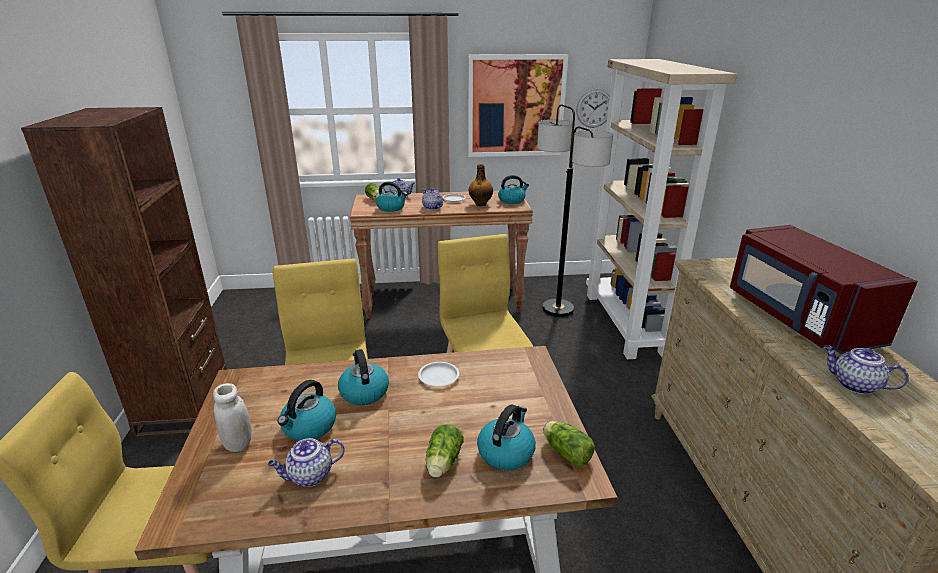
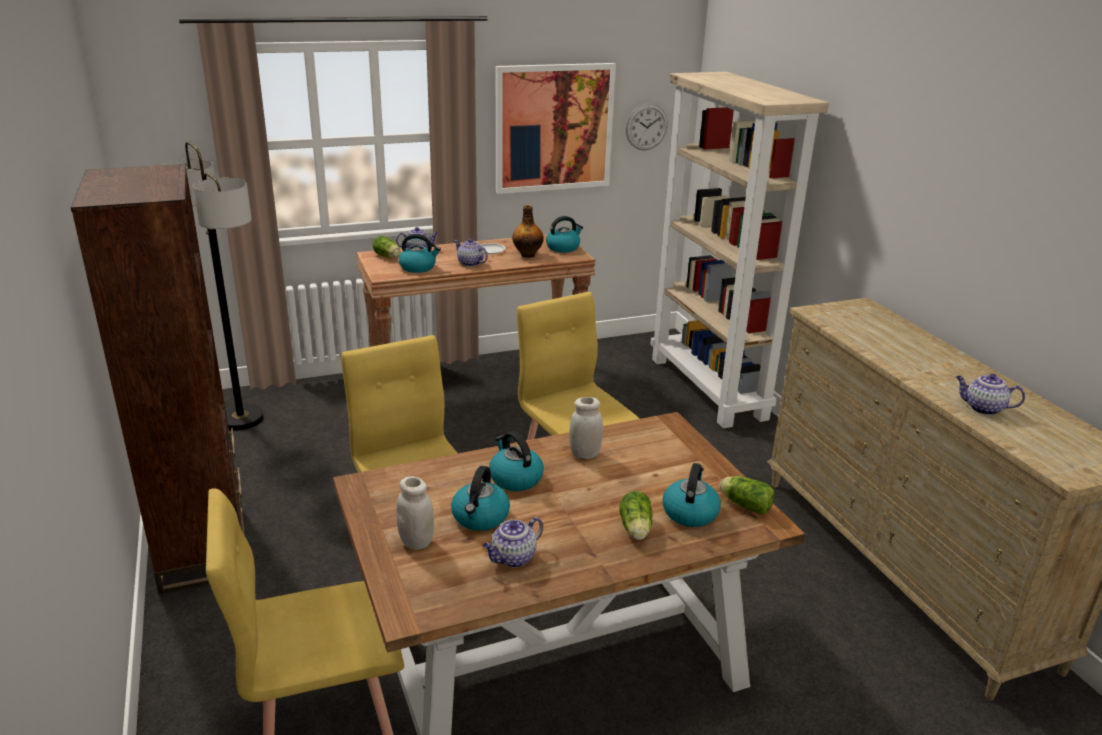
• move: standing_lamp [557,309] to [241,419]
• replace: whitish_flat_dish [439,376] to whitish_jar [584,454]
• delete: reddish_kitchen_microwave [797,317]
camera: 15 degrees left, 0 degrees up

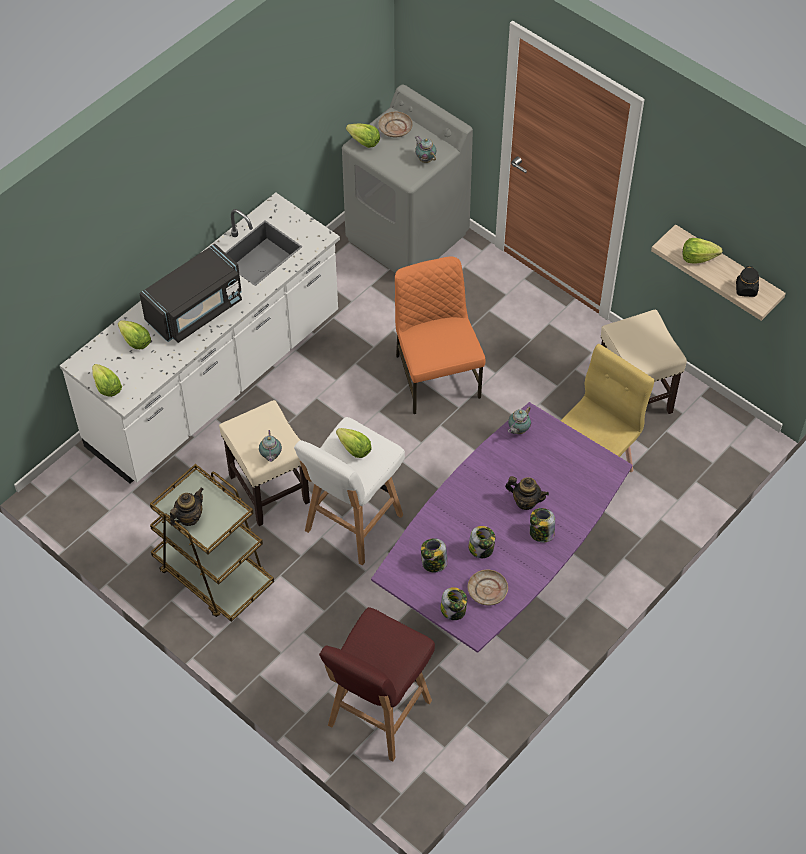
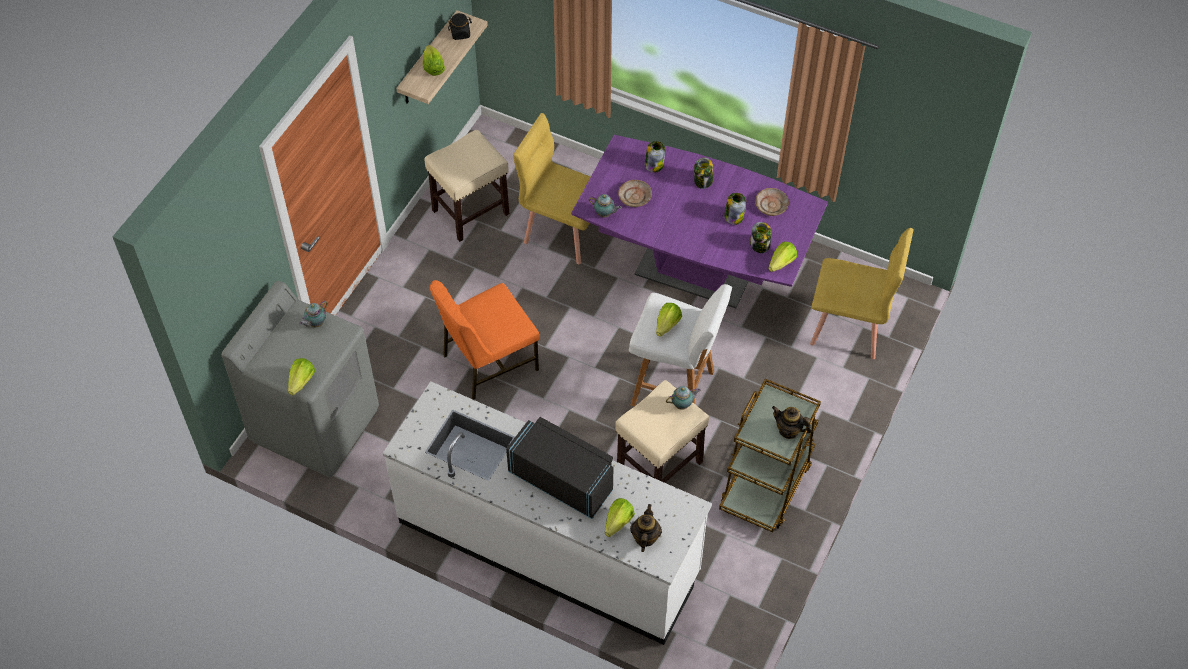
• move: sand-coloured_flat_dish [395,128] to [635,197]
• move: pot_for_tea [526,501] to [645,537]
• move: jar [453,610] to [654,165]
• move: lettuce [107,387] to [781,263]
• replace: reddish_stool_seat [378,715] to yellow_chair [849,327]
camera: 105 degrees left, 0 degrees up

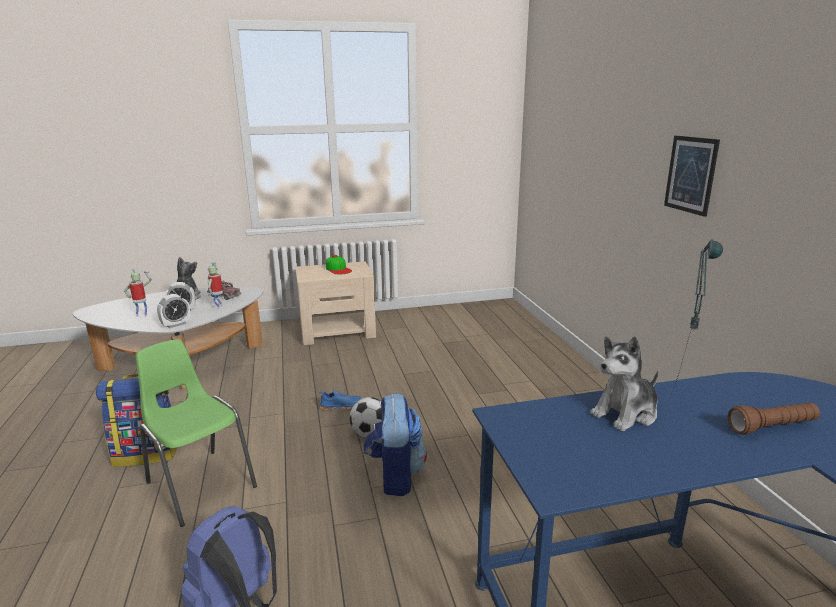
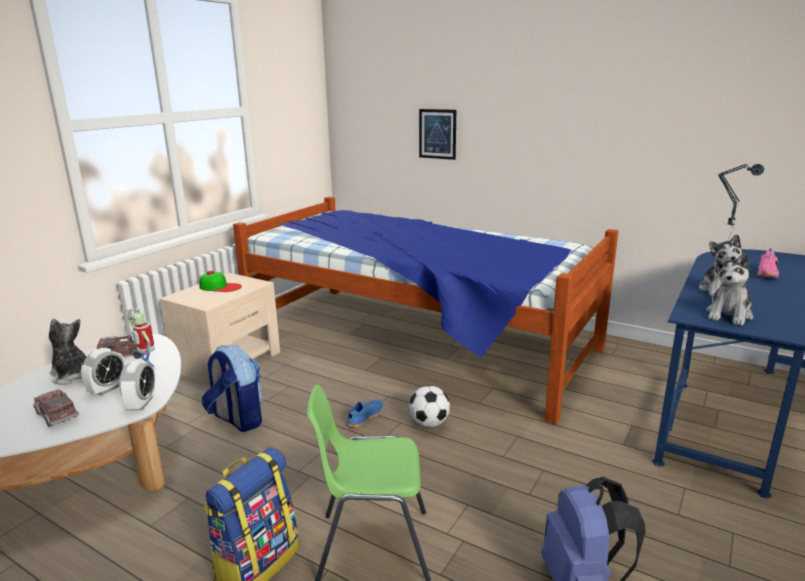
• replace: robot_figure [142,315] to toy_truck [57,415]
• move: rucksack [395,476] to [237,419]
• insert: bed [417,342]
• move: wall_picture [690,174] to [437,134]
• insert: plush_toy [729,315]
• replace: brown_torch [772,427] to pink_item_of_footwear [767,274]
camera: 45 degrees left, 0 degrees up

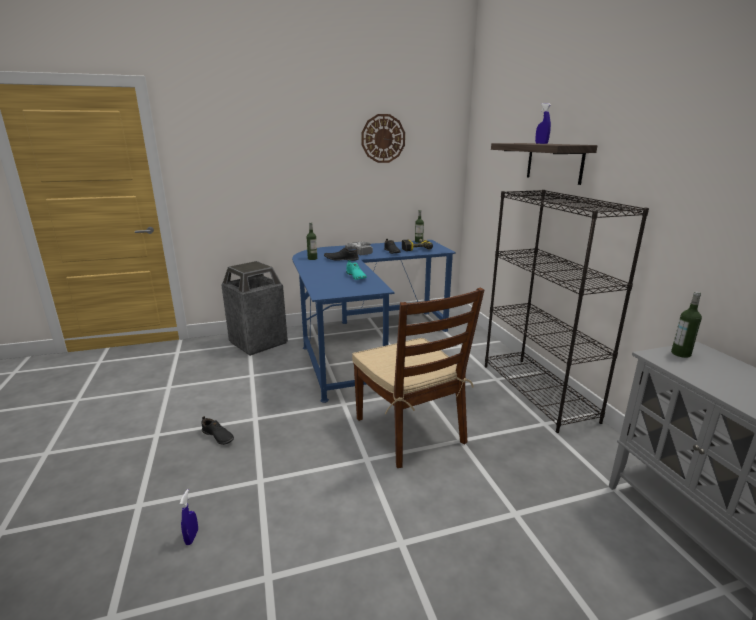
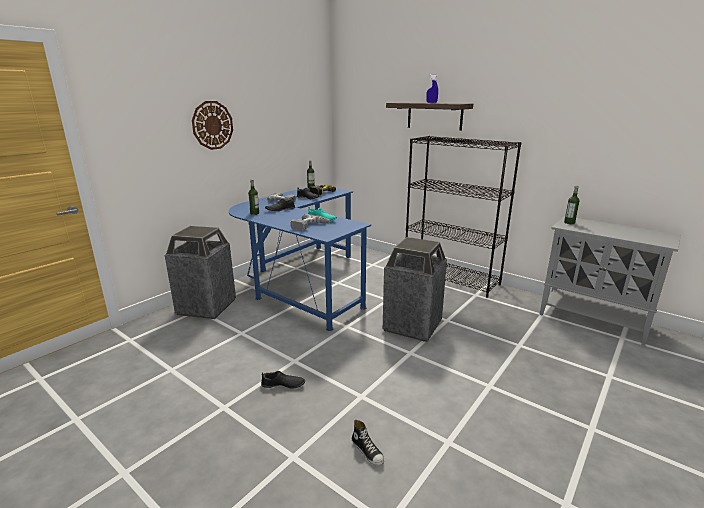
• move: wall_clock [383,138] to [212,125]
• insert: power_drill [310,226]
• replace: bluish_sprayer [192,537] to item_of_footwear [367,451]
• replace: brown_chair [410,430] to waste_bin [412,326]
camera: 35 degrees left, 0 degrees up

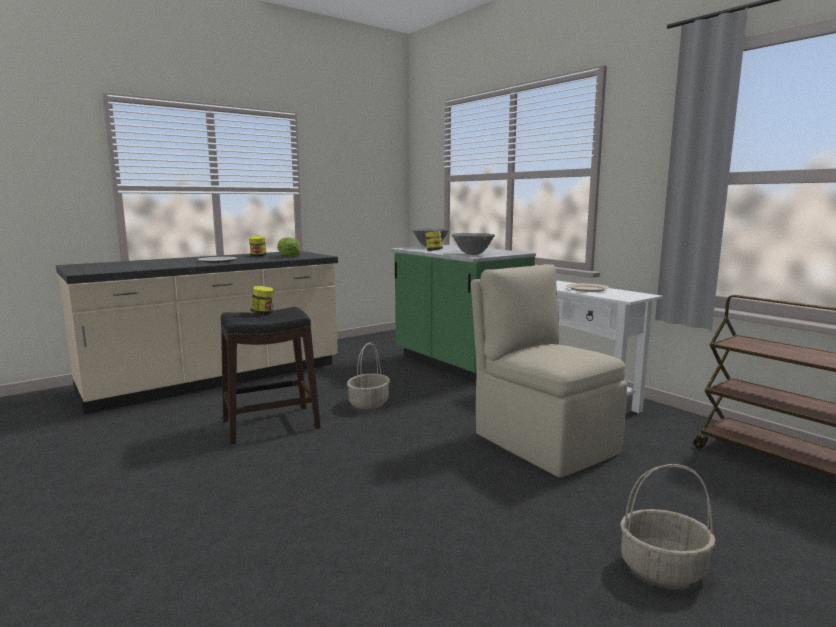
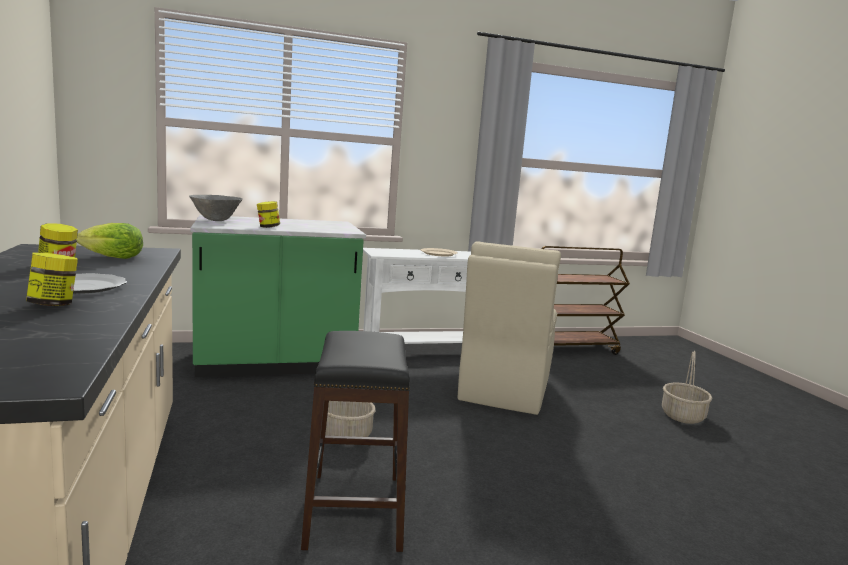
• move: jar [263,313] to [53,305]
• rotate: sand-coloured_chair [542,442] = [503,391] 60 degrees counterclockwise
• delete: grey_deep_dish [473,254]
camera: 70 degrees left, 0 degrees up

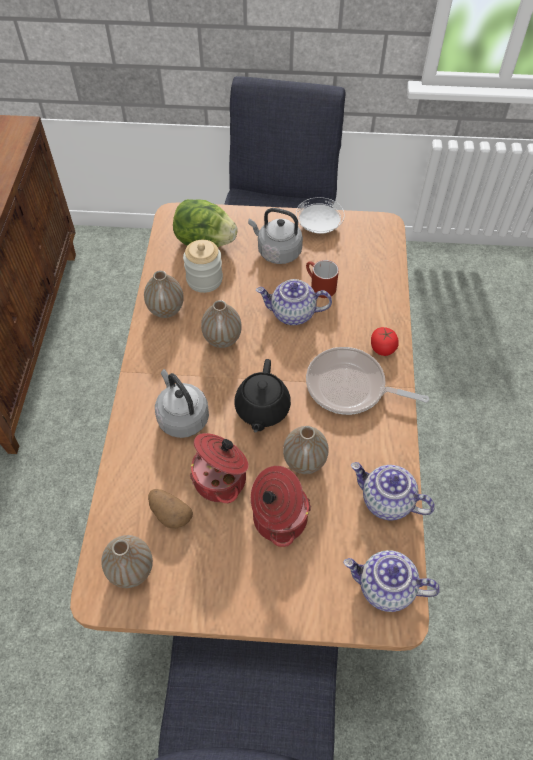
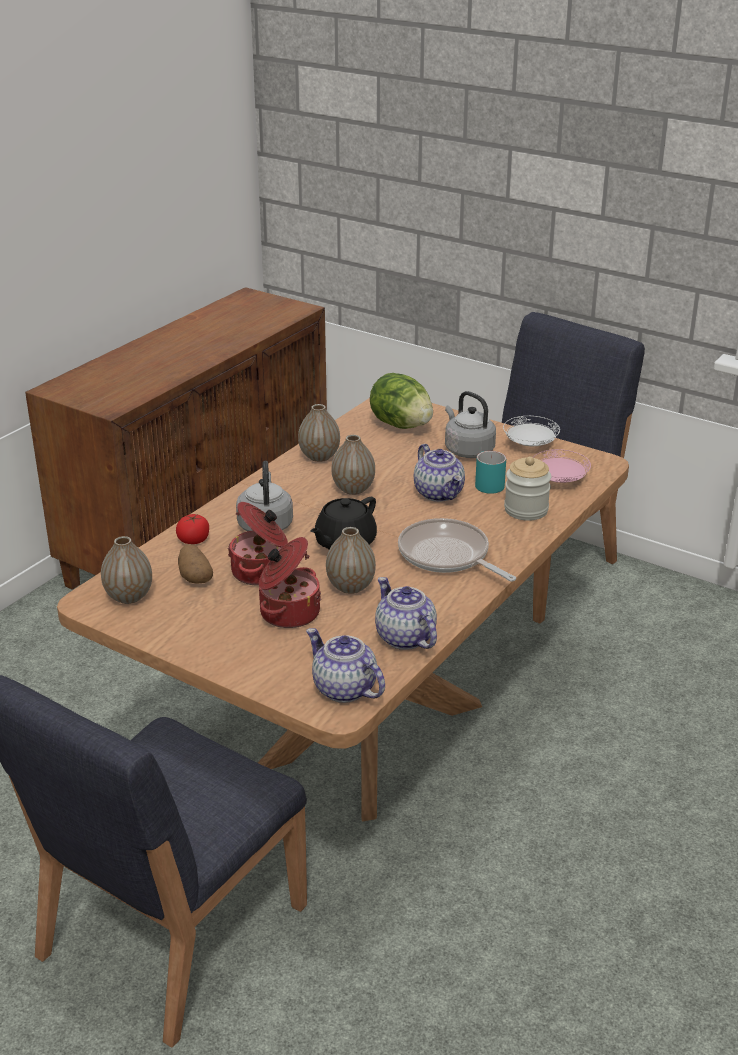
• move: whole_tomato [383,347] to [193,539]
• rotate: pot_for_tea [292,314] = [439,493] 150 degrees counterclockwise
• recolor: reddish_tea_mug [319,286] to blue-green_tea_mug [486,483]
• move: jar [204,279] to [526,510]
• insert: pink_flat_dish [559,480]
camera: 30 degrees right, 25 degrees down

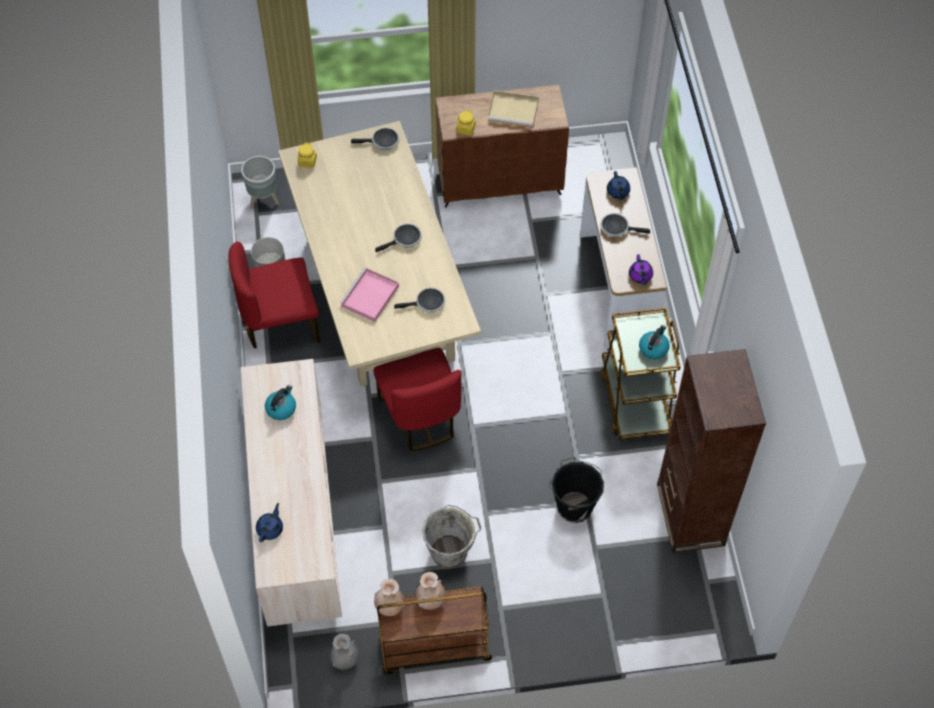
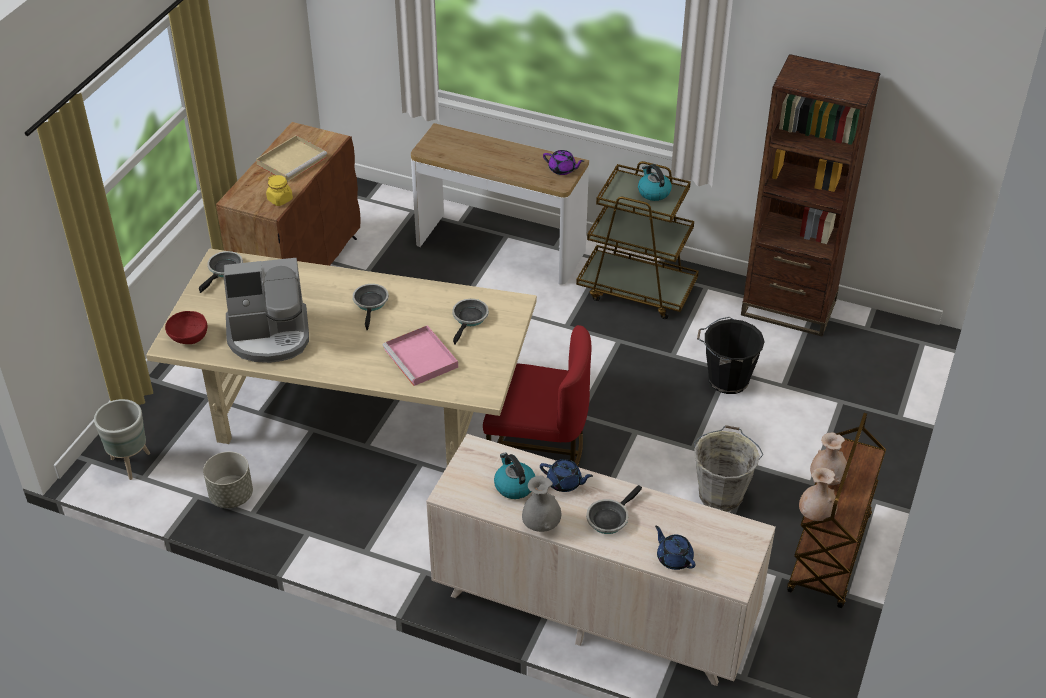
• replace: yellow_jar [307,161] to reddish_deep_dish [188,337]
• insert: coffee_brewer [269,336]
• move: grey_vase [345,659] to [541,525]
• move: bluish_pot_for_tea [618,192] to [565,483]
• move: frying_pan [617,228] to [609,518]
• delete: reddish_chair [280,323]
camera: 60 degrees left, 15 degrees down

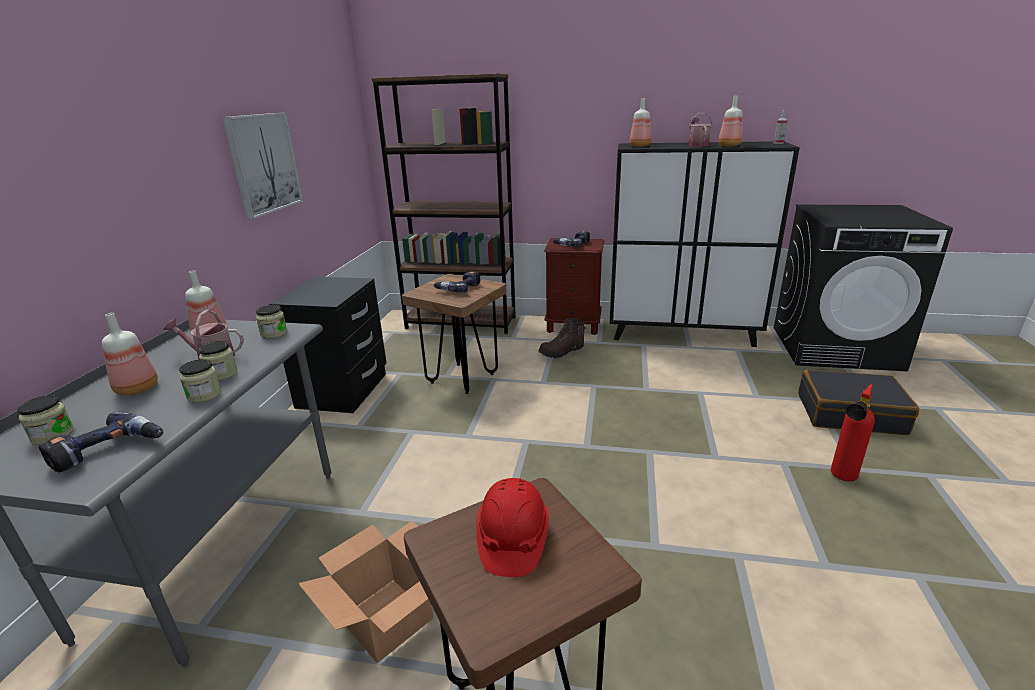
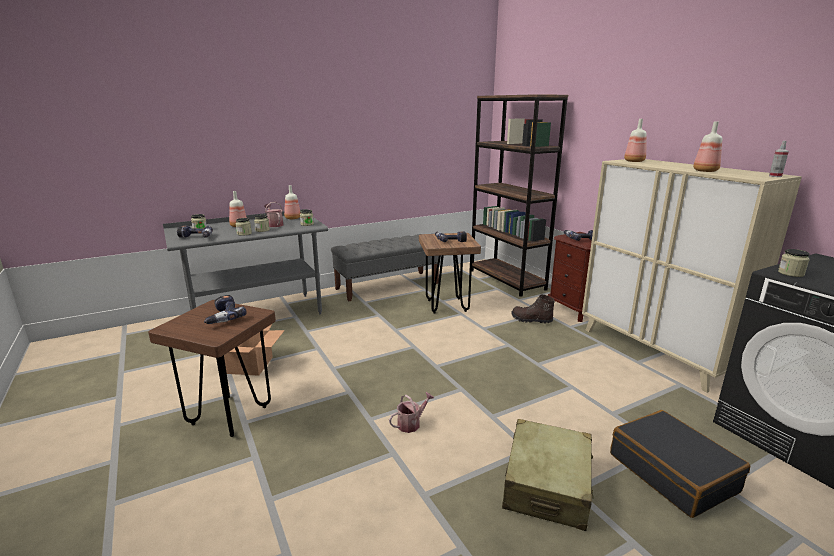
• replace: reddish_safety_helmet [512,540] to power_drill [222,317]
• replace: black-coloured_night_table [344,391] to grey_indoor_bench [388,286]
• move: sprinkling_can [697,145] to [411,423]
• replace: extinguisher [841,479] to sand-coloured_piece_of_luggage [547,485]
• recolor: black-coloured_cabinet [682,334] to sand-coloured_cabinet [654,352]
• insert: jar [790,273]
• delete: wall_picture [264,163]
camera: 50 degrees right, 5 degrees down

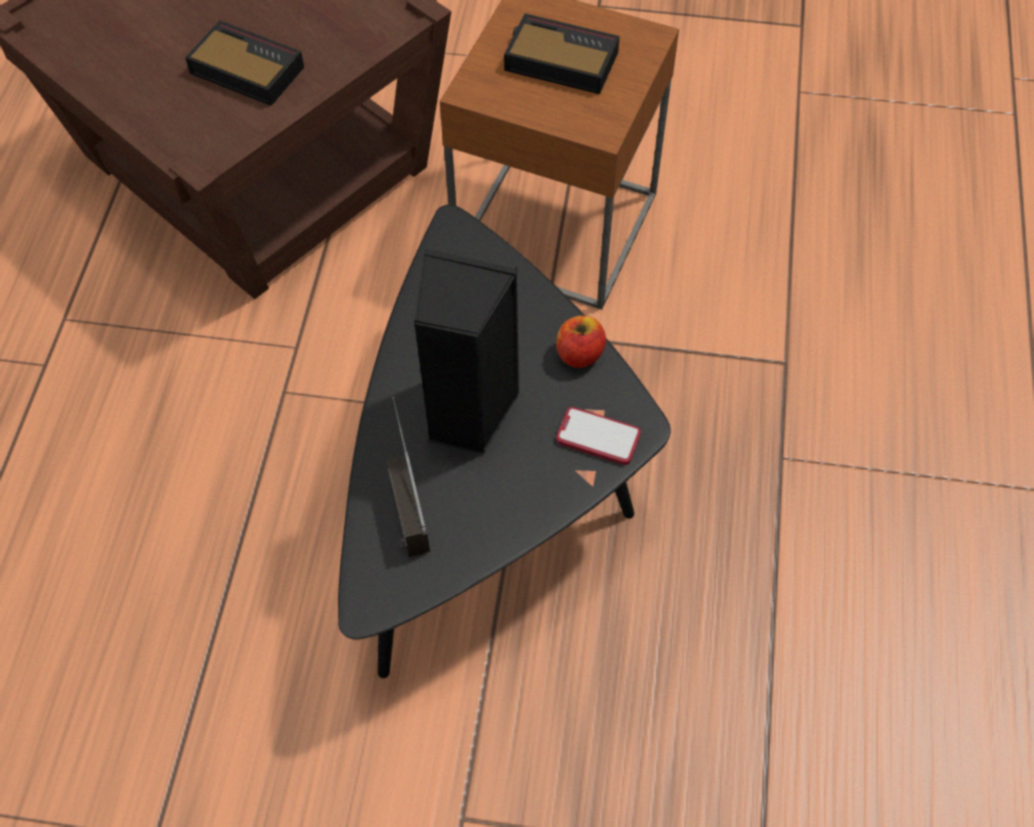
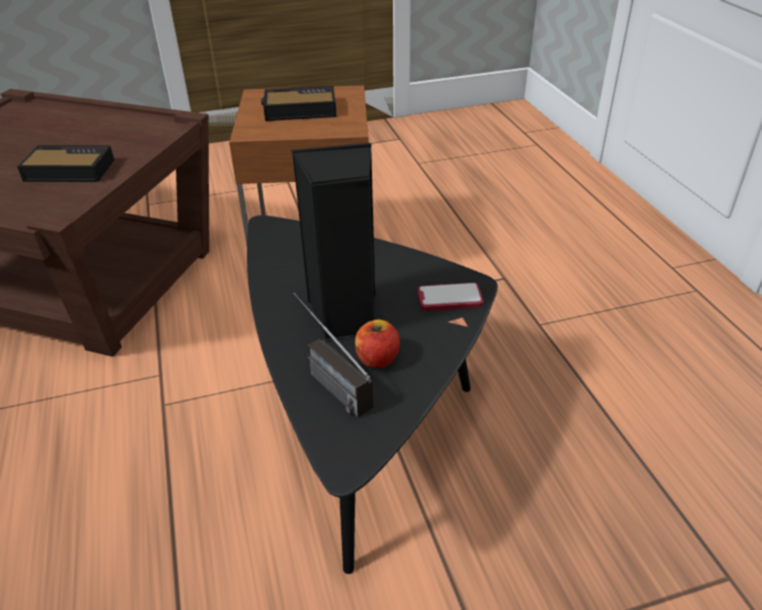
• move: whole_apple [579,354] to [377,359]
camera: 25 degrees left, 20 degrees down

